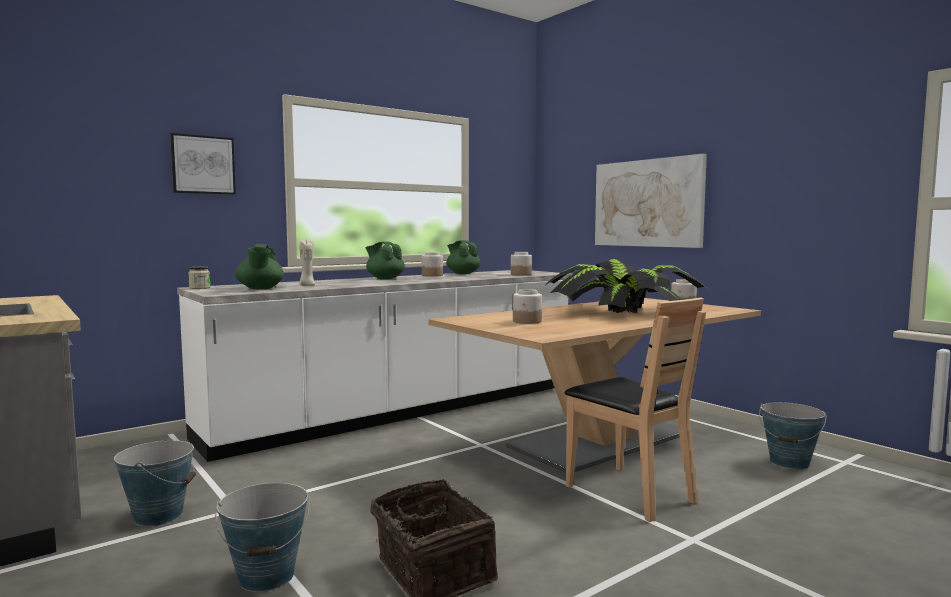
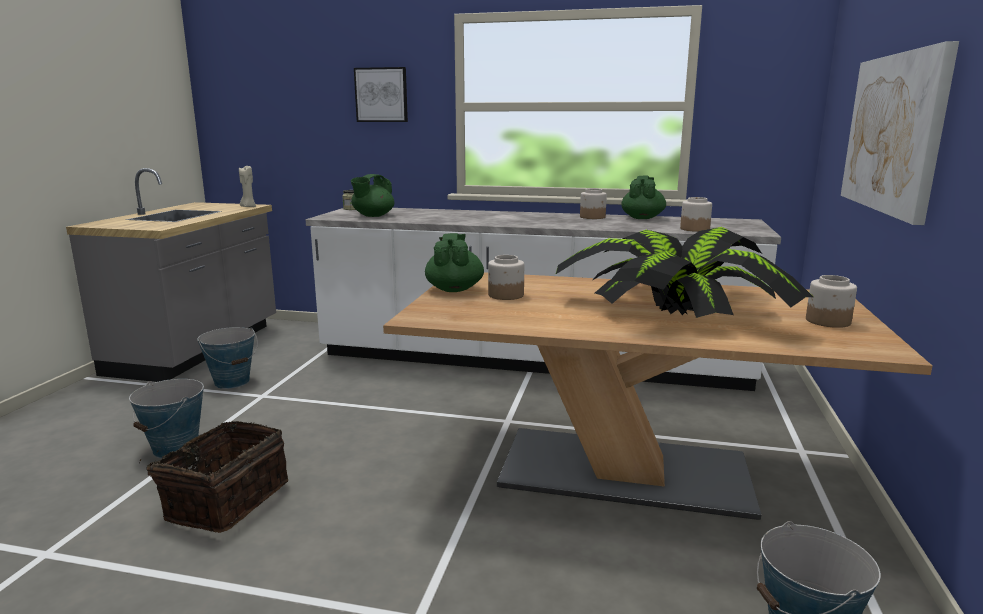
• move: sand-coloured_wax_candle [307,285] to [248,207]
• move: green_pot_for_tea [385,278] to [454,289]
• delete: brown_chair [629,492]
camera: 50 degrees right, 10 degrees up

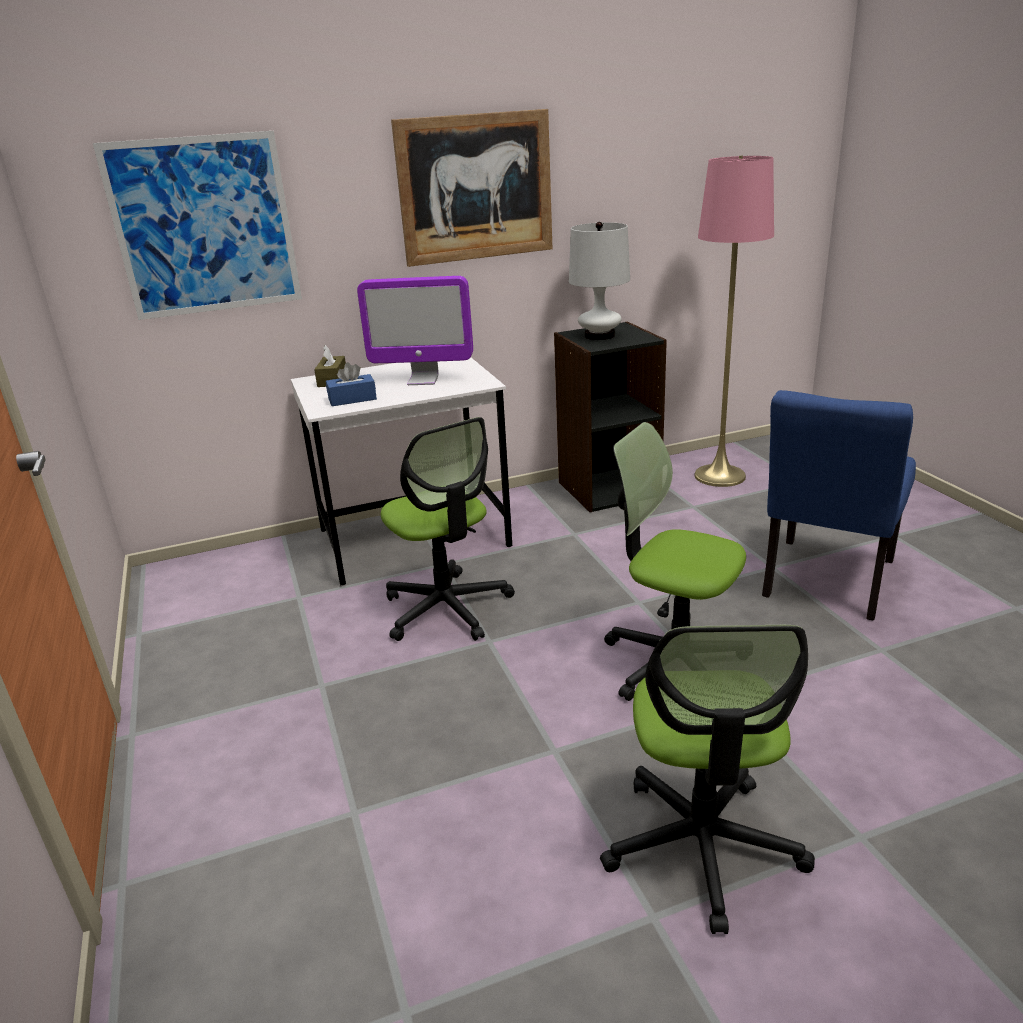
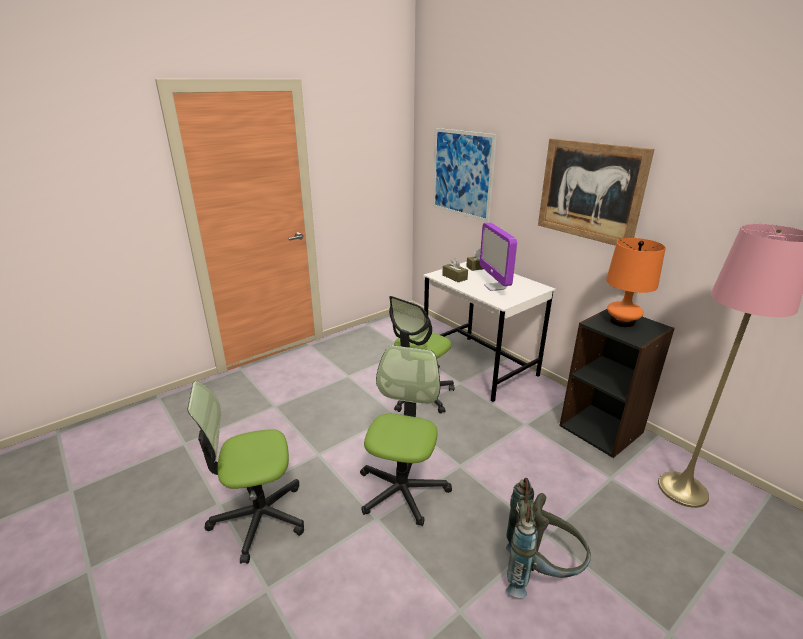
• recolor: bluish_tissue_box [352,399] to brown_tissue_box [454,277]
• replace: bluish_chair [825,584] to grey_rucksack [539,571]
• recolor: whitish_tabletop_lamp [599,335] to orangey_tabletop_lamp [622,322]
camera: 70 degrees right, 0 degrees up

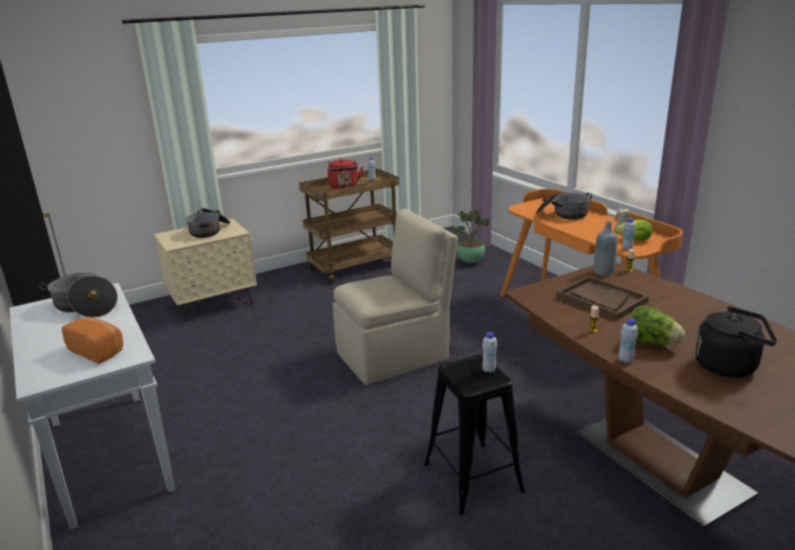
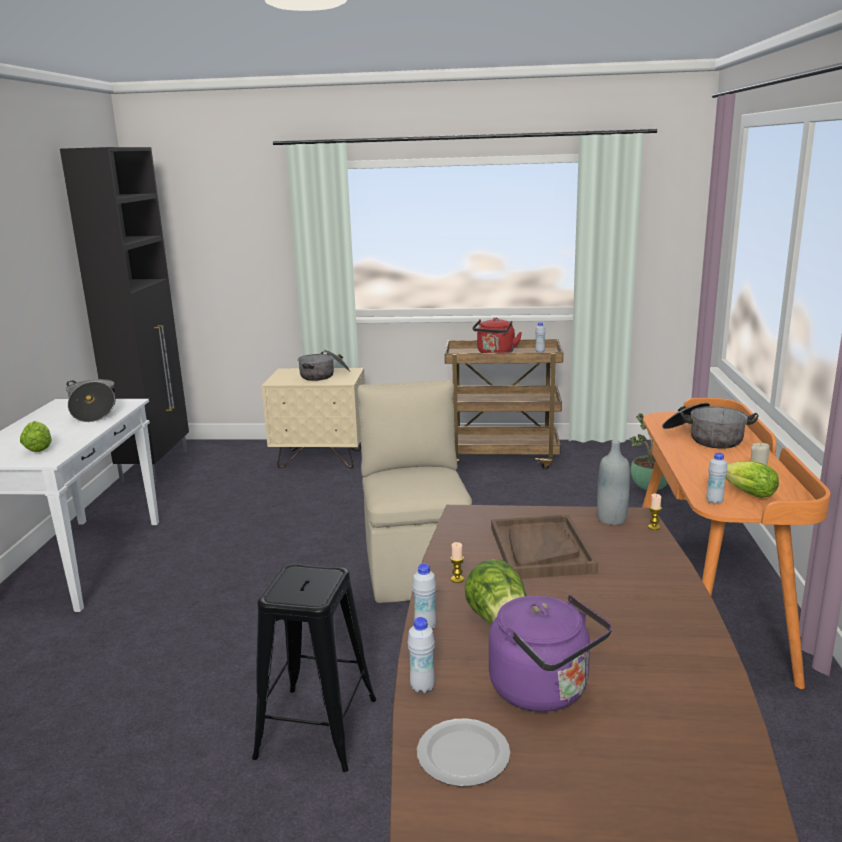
• replace: bakery_bread [98,350] to lettuce [38,448]
• rotate: sand-coloured_chair [395,355] = [417,566] 105 degrees counterclockwise
• move: whitish_beverage_bottle [489,370] to [422,687]
• insert: flat_dish [464,754]
• recolor: black-coloured_tea_kettle [729,366] to purple-coloured_tea_kettle [544,691]
camera: 35 degrees right, 5 degrees down

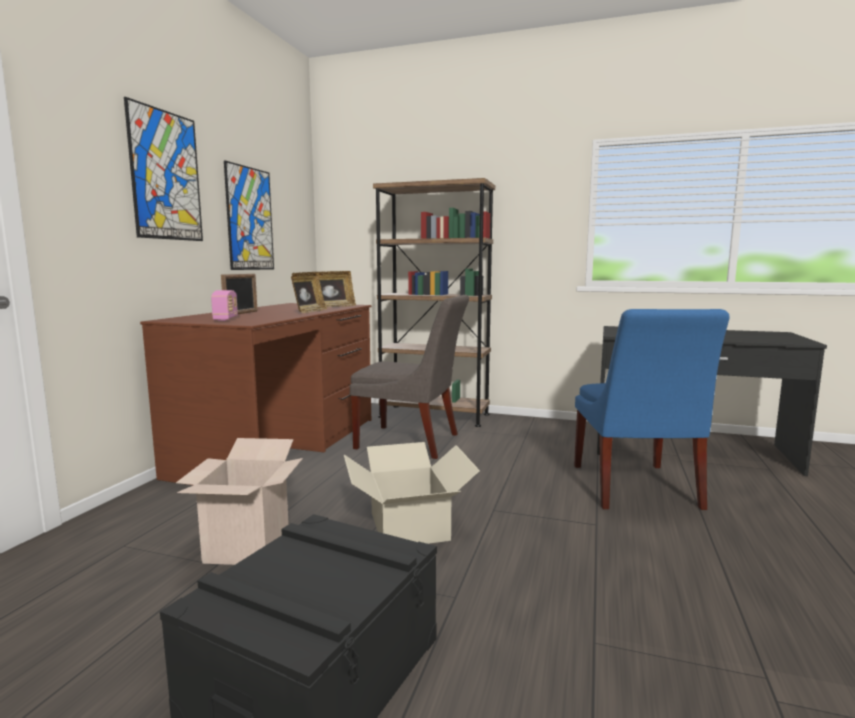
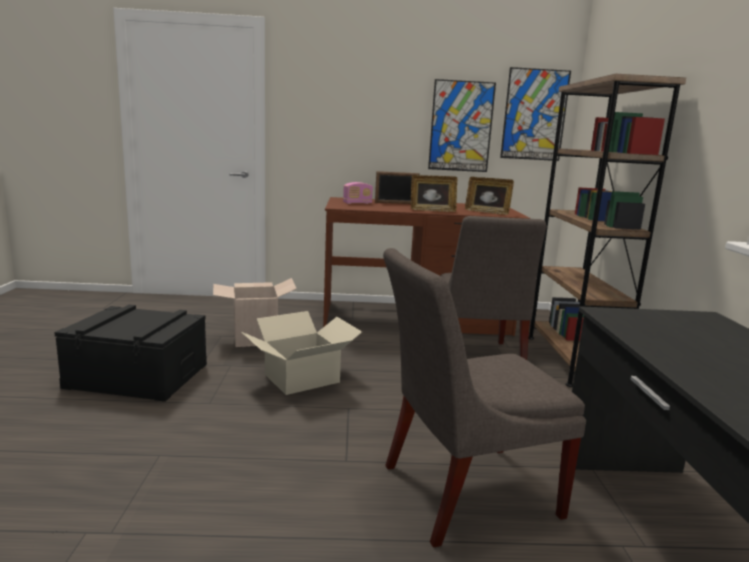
• recolor: bluish_chair [635,488] to grey_chair [462,491]
• move: wall_picture [166,175] to [534,115]
camera: 70 degrees right, 5 degrees up

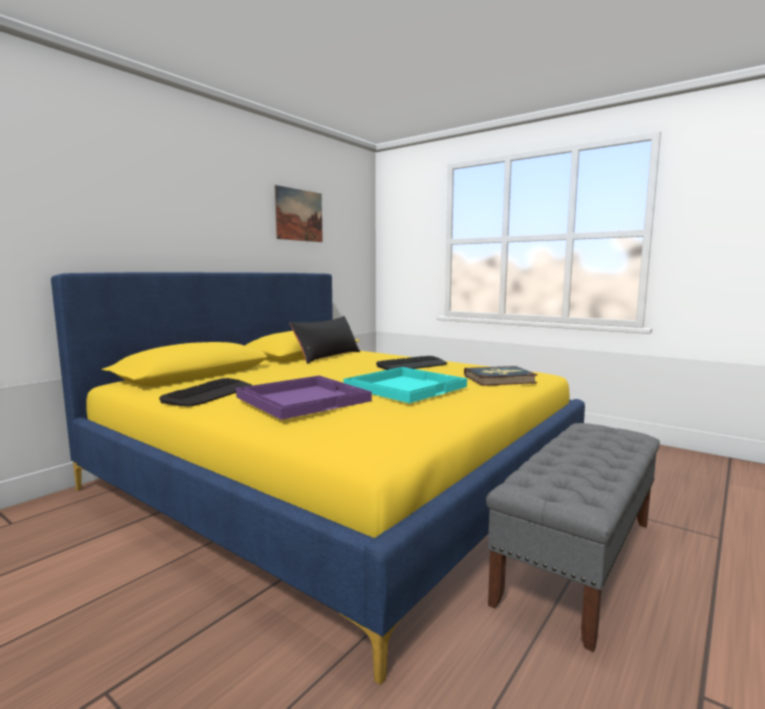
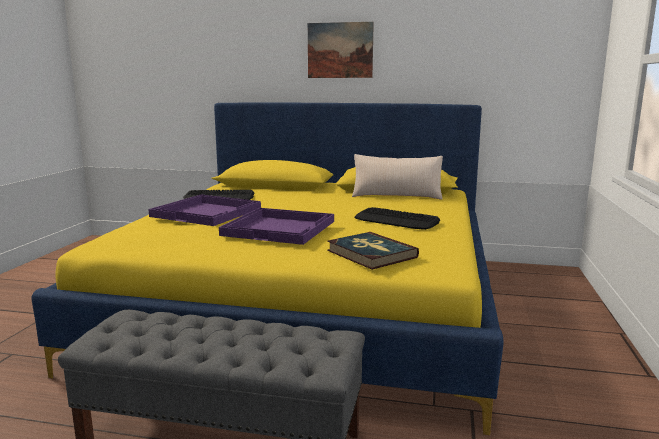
• recolor: blue-green_carrying_tray [405,386] to purple-coloured_carrying_tray [280,228]
• move: wall_picture [299,215] to [340,50]
• recolor: black-coloured_cushion [327,356] to sand-coloured_cushion [396,196]
camera: 65 degrees right, 5 degrees up

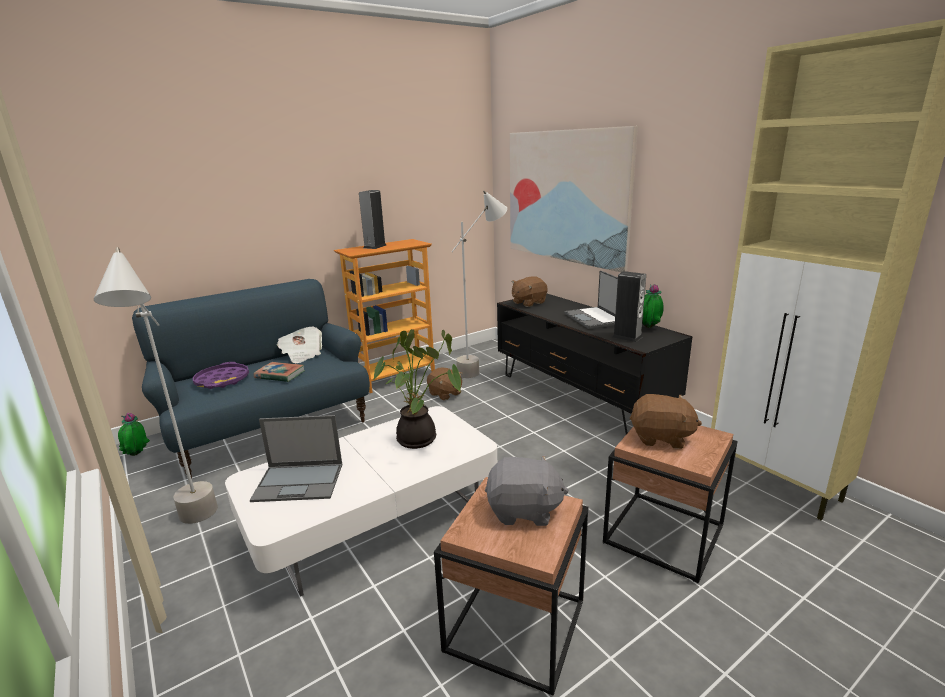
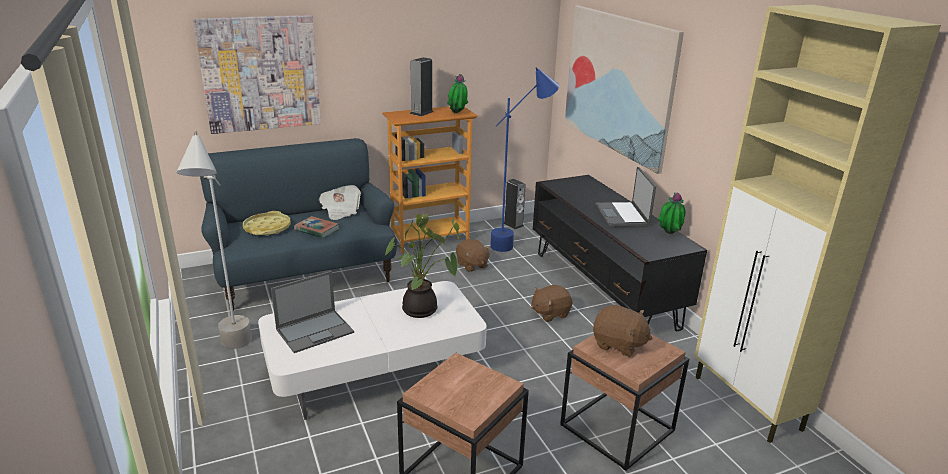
• insert: wall_picture [260,73]
• recolor: purple-coloured_carrying_tray [222,380] to yellow_carrying_tray [267,228]
• rotate: notebook_computer [300,482] = [315,330] 45 degrees counterclockwise
• move: plant_in_a_pot [137,455] to [457,113]
• recolor: grey_standing_lamp [482,368] to bluish_standing_lamp [518,242]
• move: speaker [627,337] to [513,224]
• move: brown_plush_toy [528,303] to [550,313]
• delete: grey_plush_toy [524,510]
camera: 10 degrees right, 5 degrees up

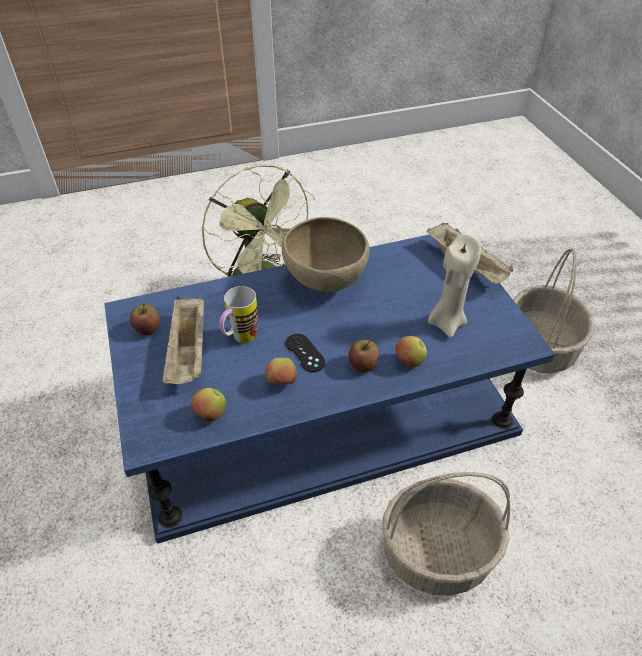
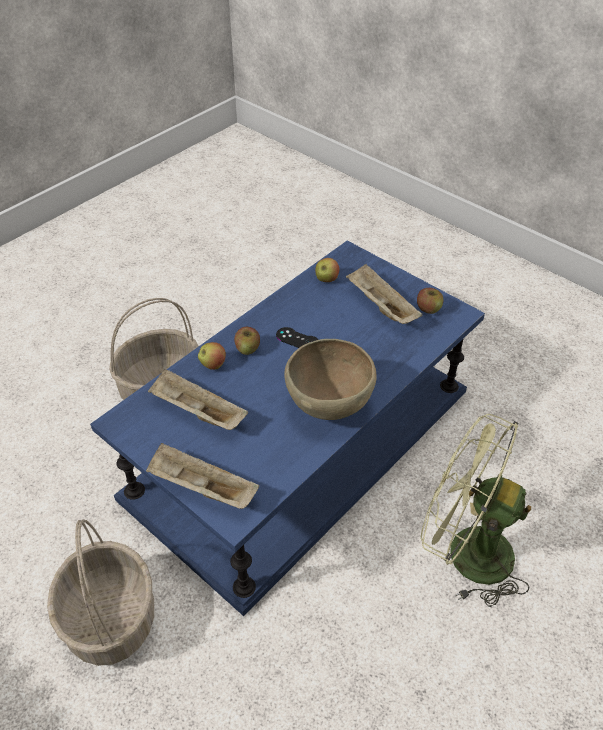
• replace: sand-coloured_wax_candle [446,322] to sand-coloured_carrying_tray [197,412]
• delete: tea_mug [240,340]
• delete: whole_apple [281,382]
camera: 150 degrees right, 0 degrees up

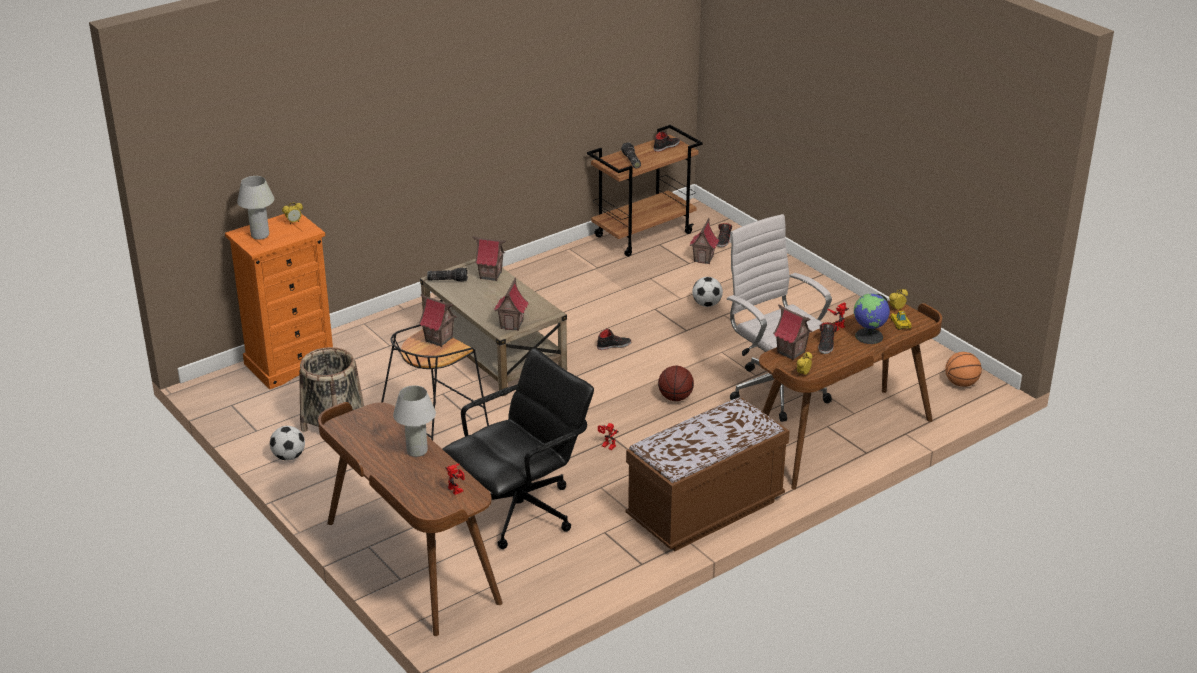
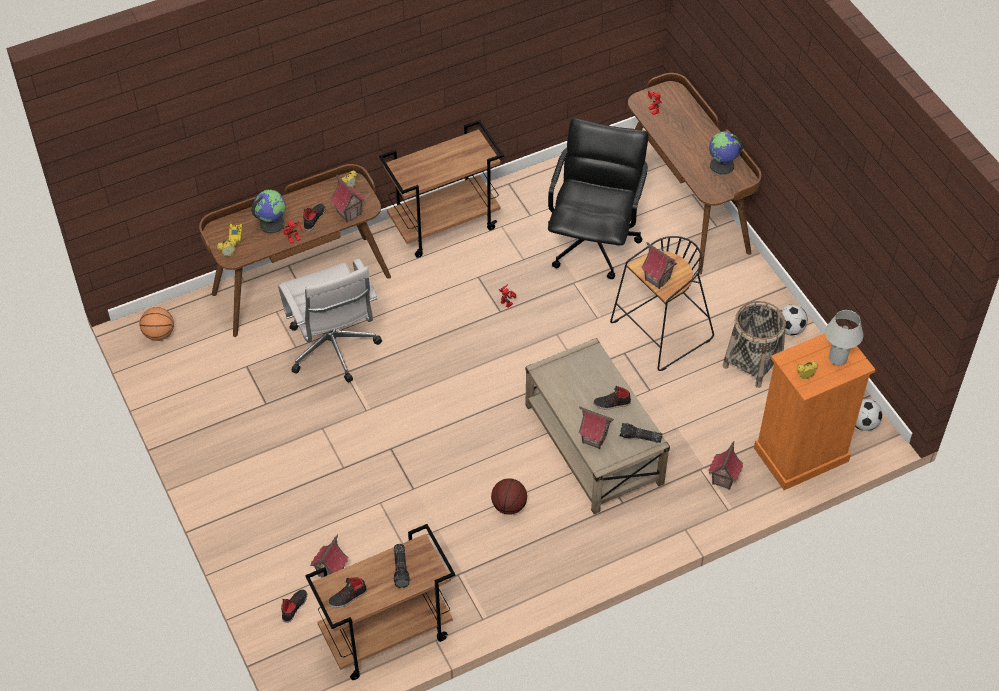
• replace: brown_indoor_bench [705,510] to brown_cart [444,225]
• move: basketball_ball [675,398] to [509,506]
• rotate: black-coloured_computer_chair [521,512] = [593,243] 135 degrees clockwise
• move: black-coloured_item_of_footwear [613,345] to [612,403]
• insert: globe [722,165]
• move: model_house [512,325] to [723,479]
• move: ball_for_football [706,304] to [863,423]
• delete: whitish_tabletop_lamp [417,451]
camera: 170 degrees left, 20 degrees up

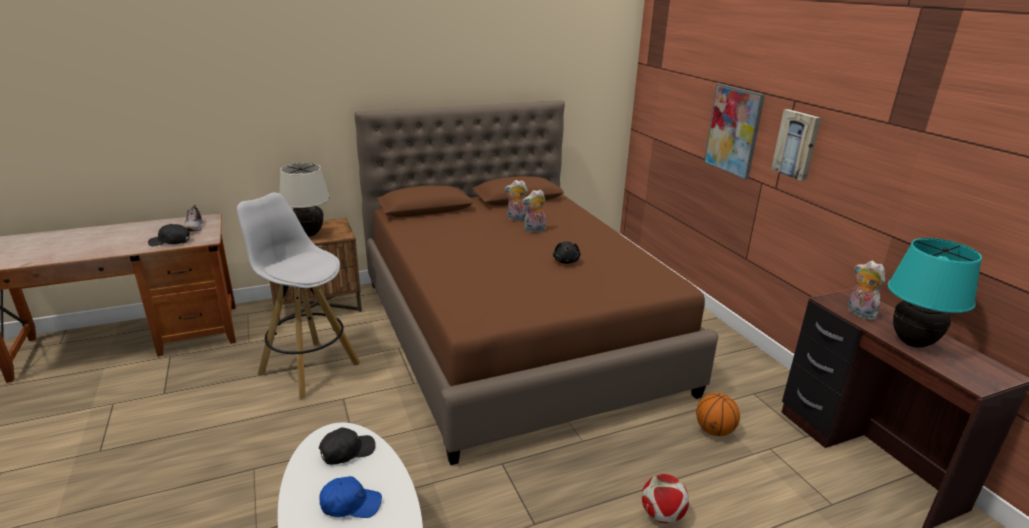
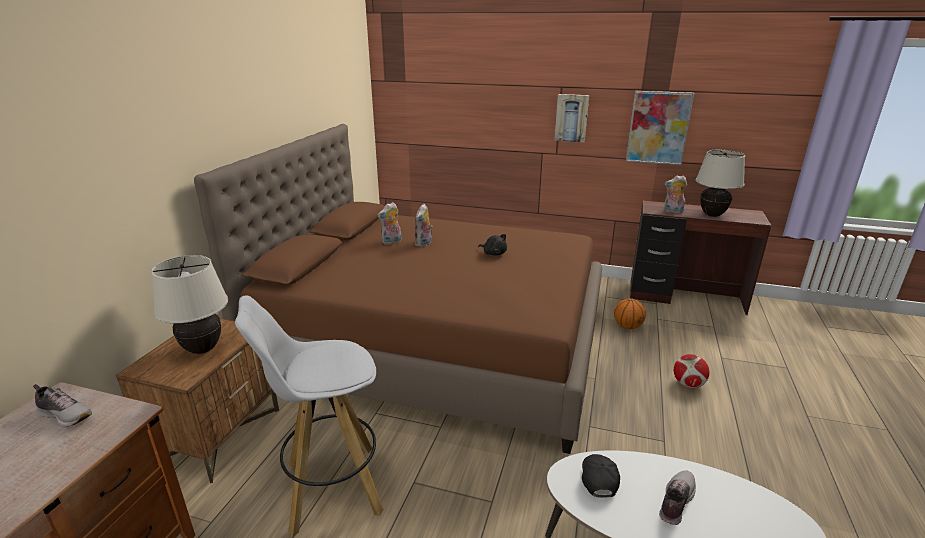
• move: wall_picture [733,130] to [658,128]
• replace: bluish_cap [350,504] to item_of_footwear [675,502]
• recolor: blue-green_tabletop_lamp [912,342] to sand-coloured_tabletop_lamp [712,215]
• delete: black-coloured_cap [170,242]
camera: 50 degrees left, 0 degrees up

